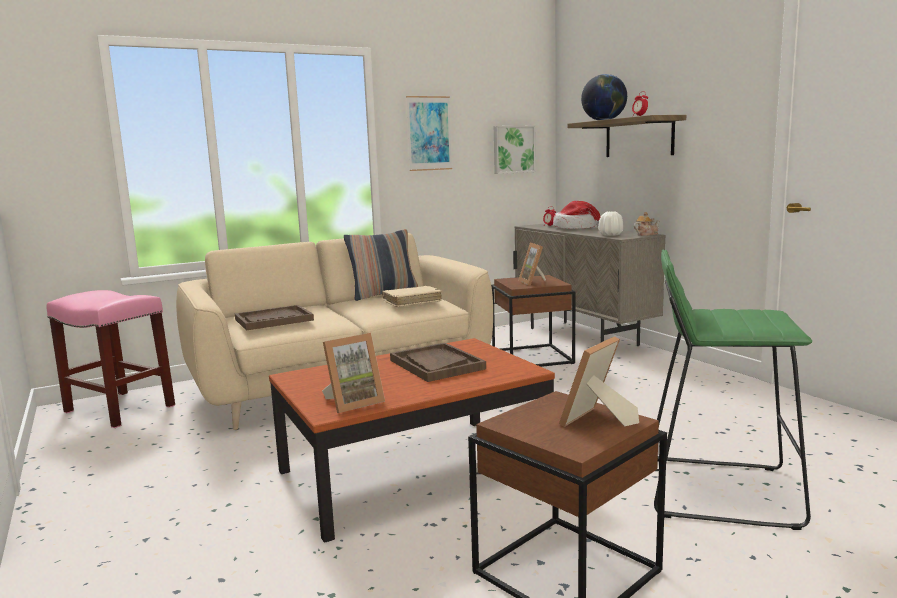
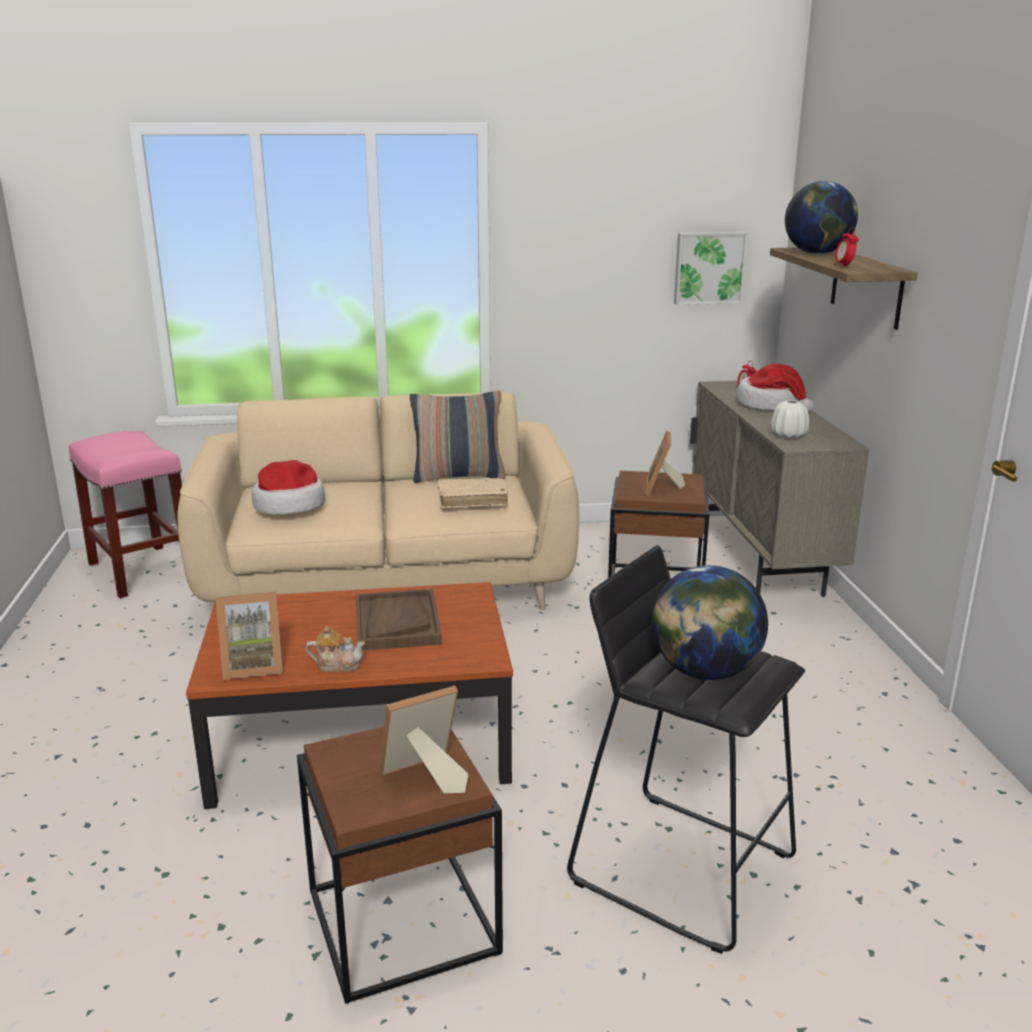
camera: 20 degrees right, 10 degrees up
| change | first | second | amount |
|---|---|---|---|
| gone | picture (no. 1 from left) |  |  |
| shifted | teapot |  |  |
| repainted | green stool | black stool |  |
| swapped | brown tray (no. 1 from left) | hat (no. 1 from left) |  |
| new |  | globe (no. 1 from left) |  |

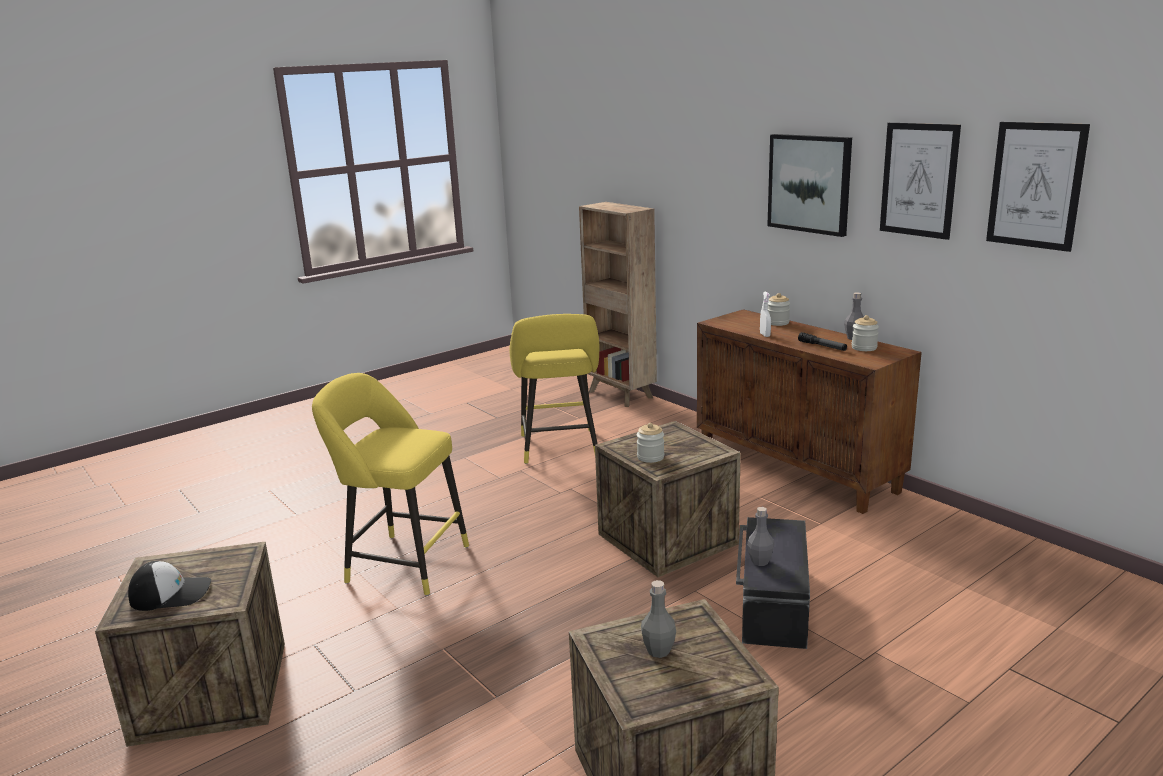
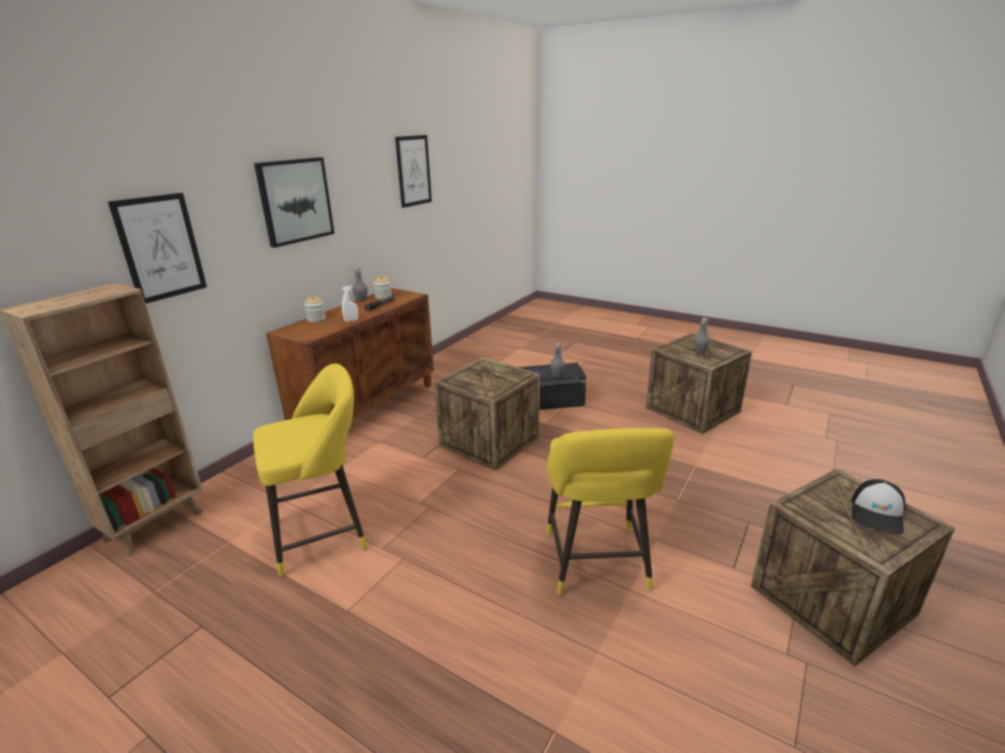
camera: 110 degrees left, 5 degrees up
| change | first | second | amount |
|---|---|---|---|
| shifted | picture (no. 2 from left in the first image) | picture (no. 1 from left) |  |
| gone | jar (no. 1 from left) |  |  |
| rotated | cap |  | 120 degrees counterclockwise |

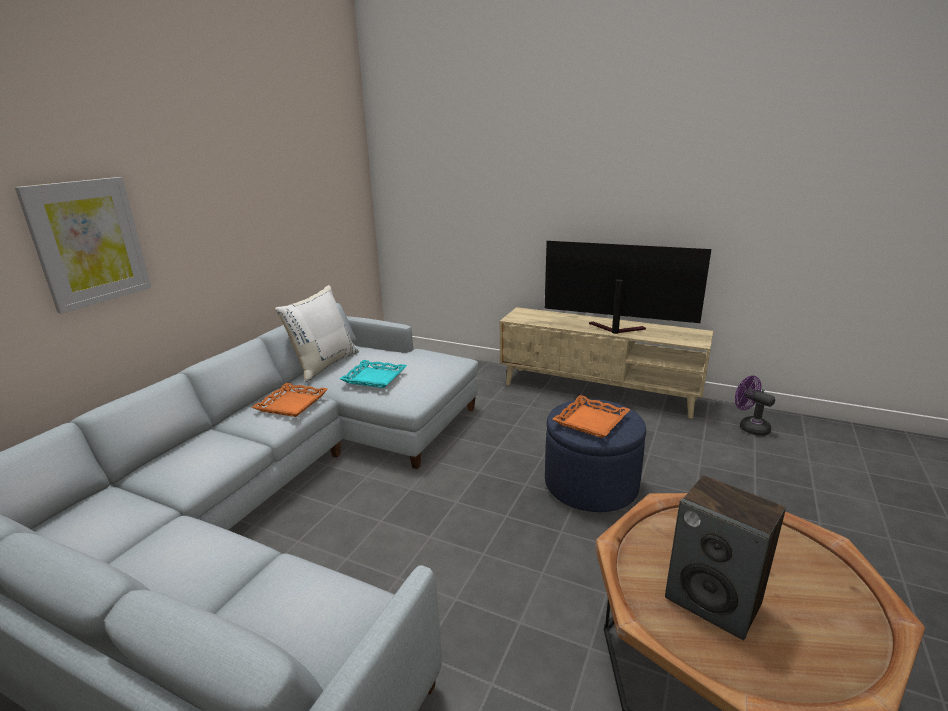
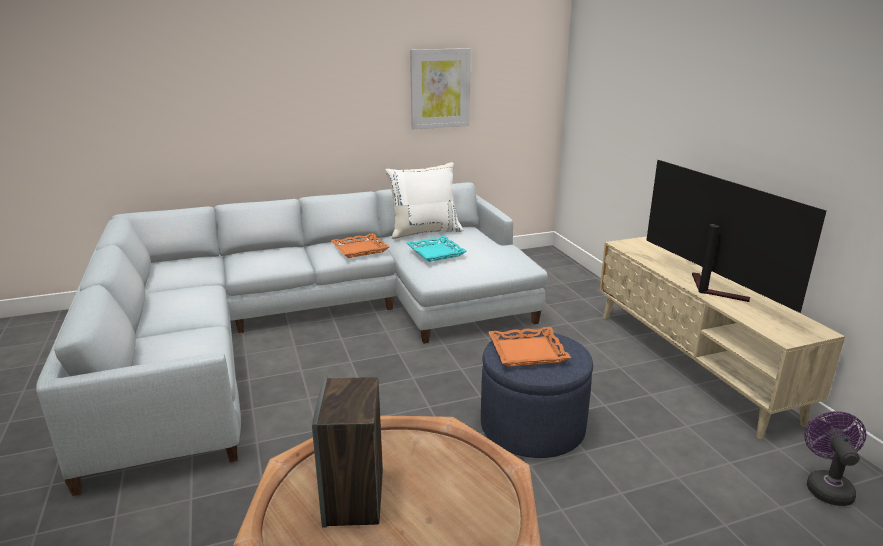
camera: 45 degrees right, 0 degrees up
| change | first | second | amount |
|---|---|---|---|
| shifted | picture |  |  |

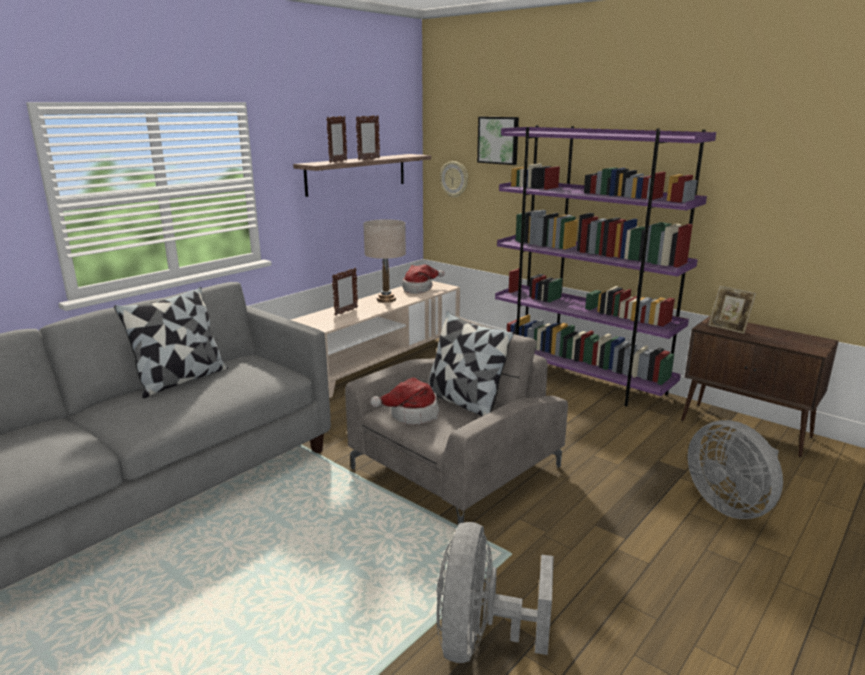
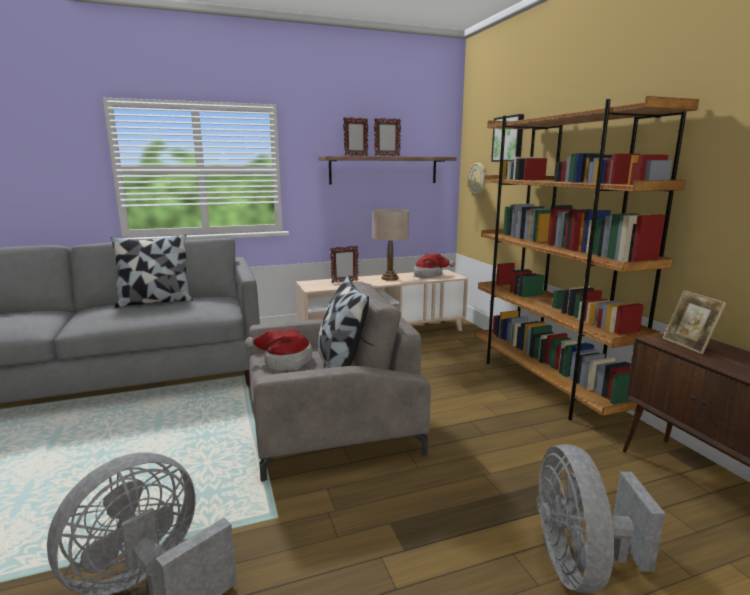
camera: 30 degrees right, 5 degrees down
| change | first | second | amount |
|---|---|---|---|
| repainted | purple bookcase | brown bookcase |  |

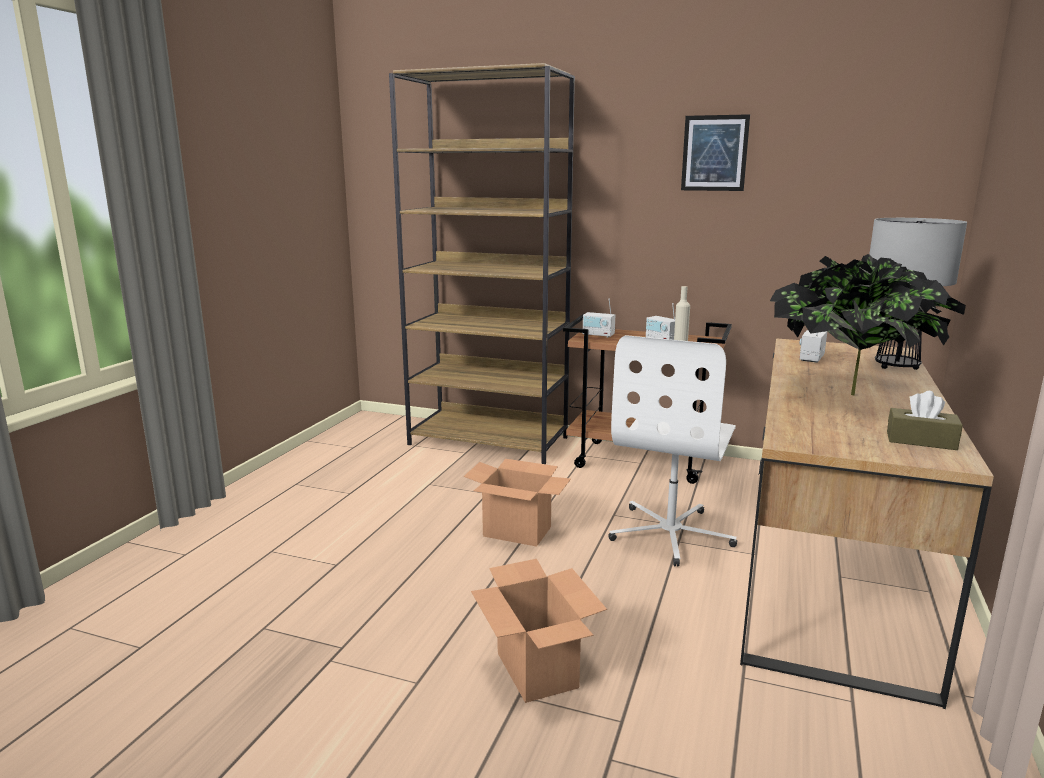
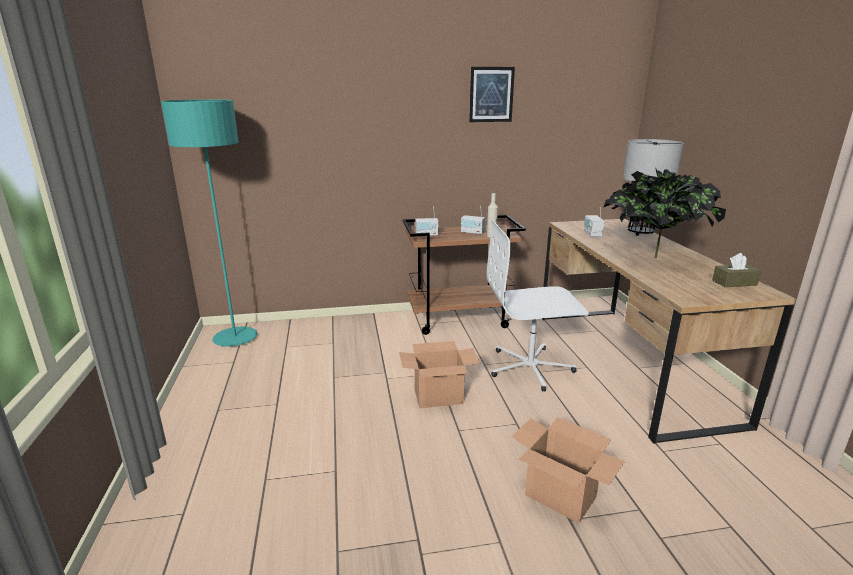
camera: 30 degrees left, 5 degrees up
| change | first | second | amount |
|---|---|---|---|
| gone | brown bookcase |  |  |
| rotated | white office chair |  | 90 degrees clockwise |
| new |  | turquoise floor lamp |  |

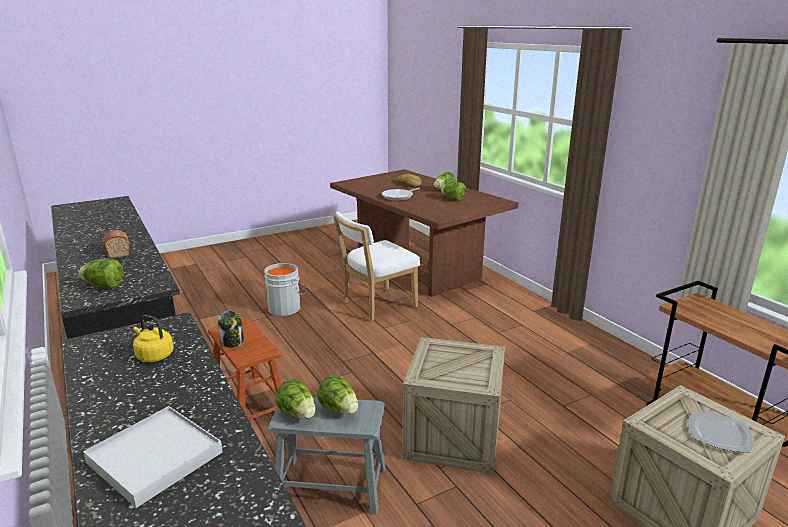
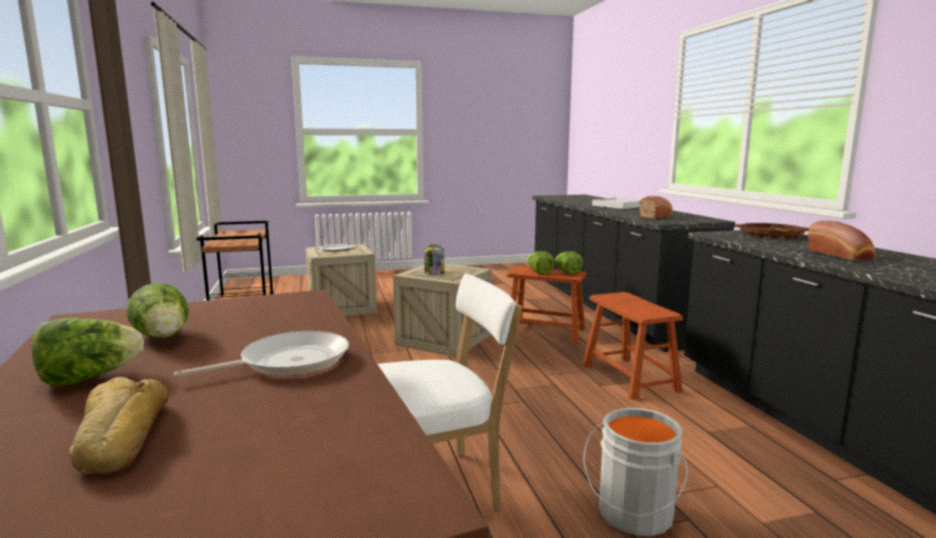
camera: 165 degrees left, 10 degrees down
| change | first | second | amount |
|---|---|---|---|
| swapped | lettuce (no. 1 from left) | brown tray |  |
| shifted | jar |  |  |
| swapped | yellow kettle | bread (no. 2 from left) |  |
| repainted | grey stool | brown stool (no. 1 from left) |  |

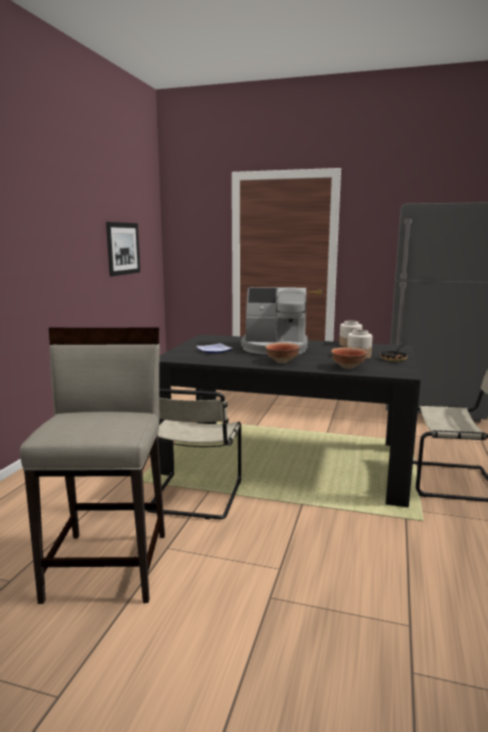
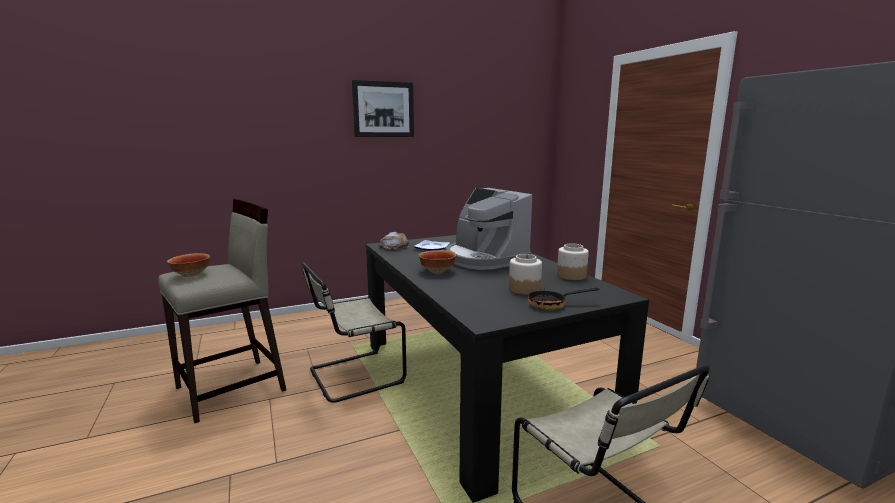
camera: 50 degrees right, 0 degrees up
| change | first | second | amount |
|---|---|---|---|
| shifted | picture |  |  |
| shifted | bowl (no. 2 from left in the first image) | bowl (no. 1 from left) |  |
| new |  | bread |  |

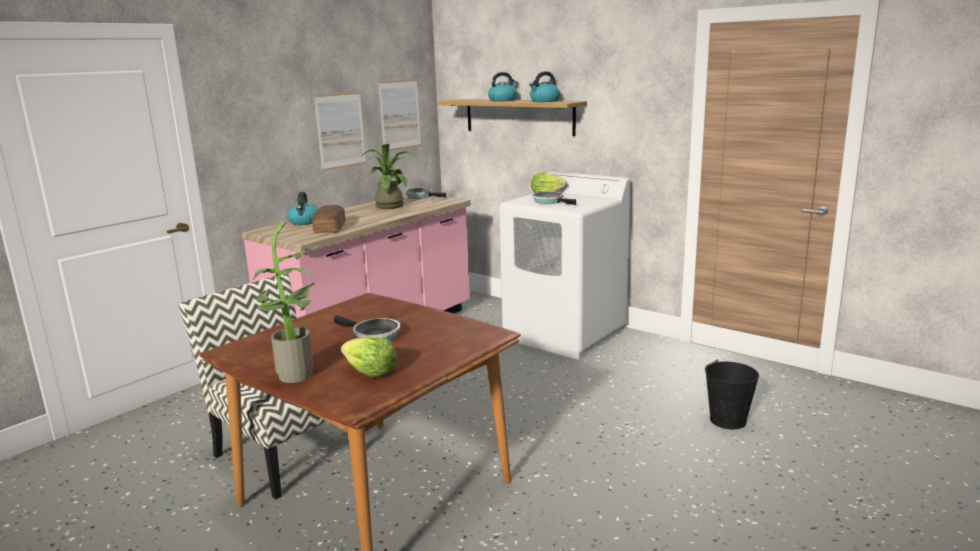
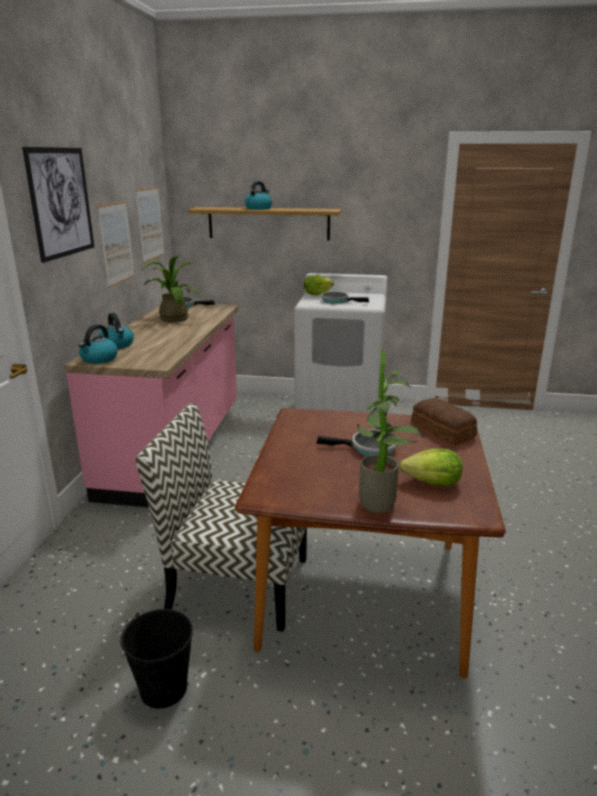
camera: 30 degrees left, 5 degrees up
| change | first | second | amount |
|---|---|---|---|
| shifted | kettle (no. 3 from left in the first image) | kettle (no. 1 from left) |  |
| shifted | bread |  |  |
| shifted | black bucket |  |  |
| new |  | picture (no. 1 from left) |  |

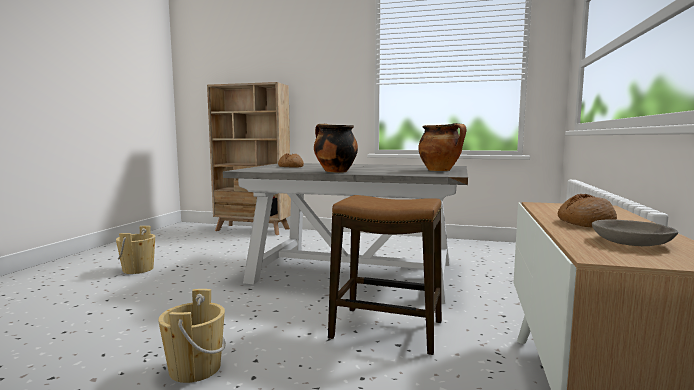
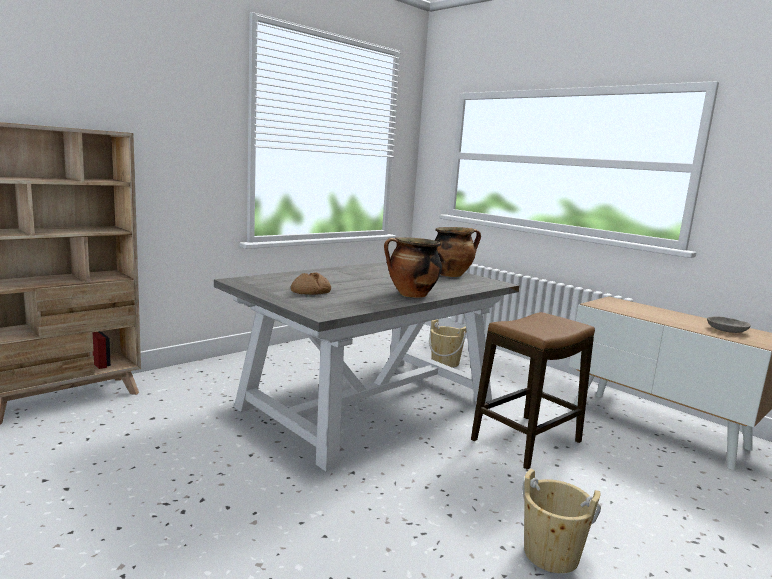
camera: 60 degrees left, 5 degrees up
| change | first | second | amount |
|---|---|---|---|
| gone | bread (no. 2 from left) |  |  |
| shifted | beige bucket (no. 1 from left) |  |  |

